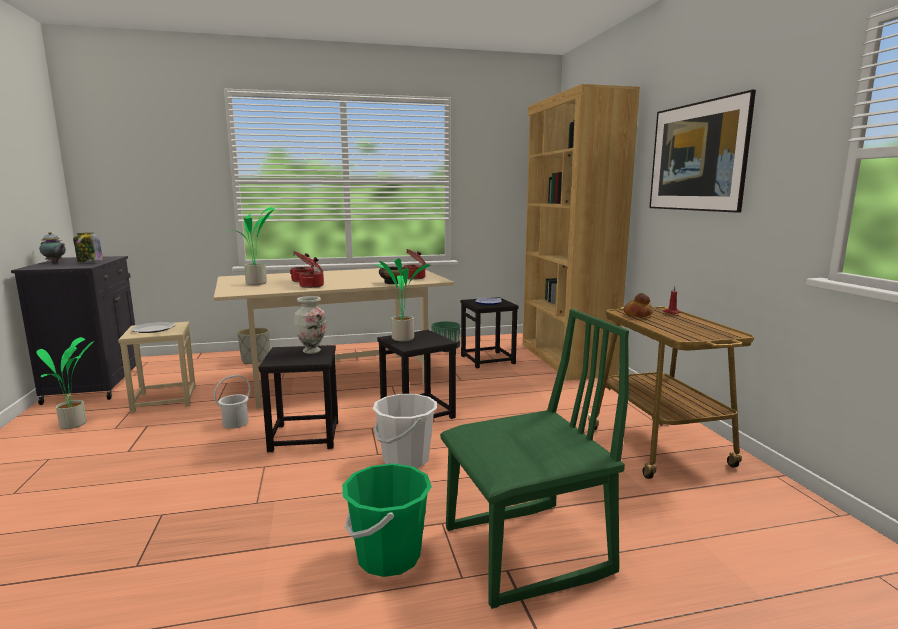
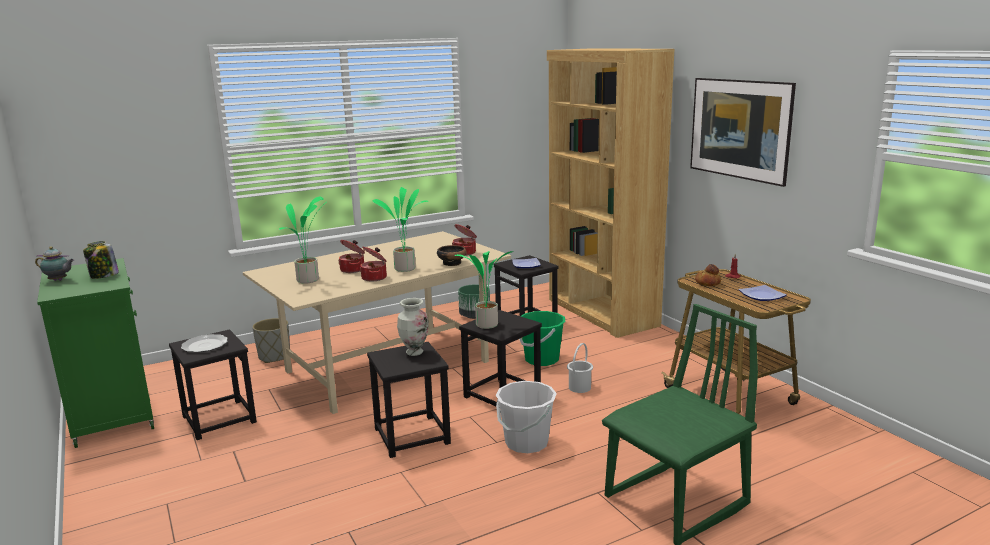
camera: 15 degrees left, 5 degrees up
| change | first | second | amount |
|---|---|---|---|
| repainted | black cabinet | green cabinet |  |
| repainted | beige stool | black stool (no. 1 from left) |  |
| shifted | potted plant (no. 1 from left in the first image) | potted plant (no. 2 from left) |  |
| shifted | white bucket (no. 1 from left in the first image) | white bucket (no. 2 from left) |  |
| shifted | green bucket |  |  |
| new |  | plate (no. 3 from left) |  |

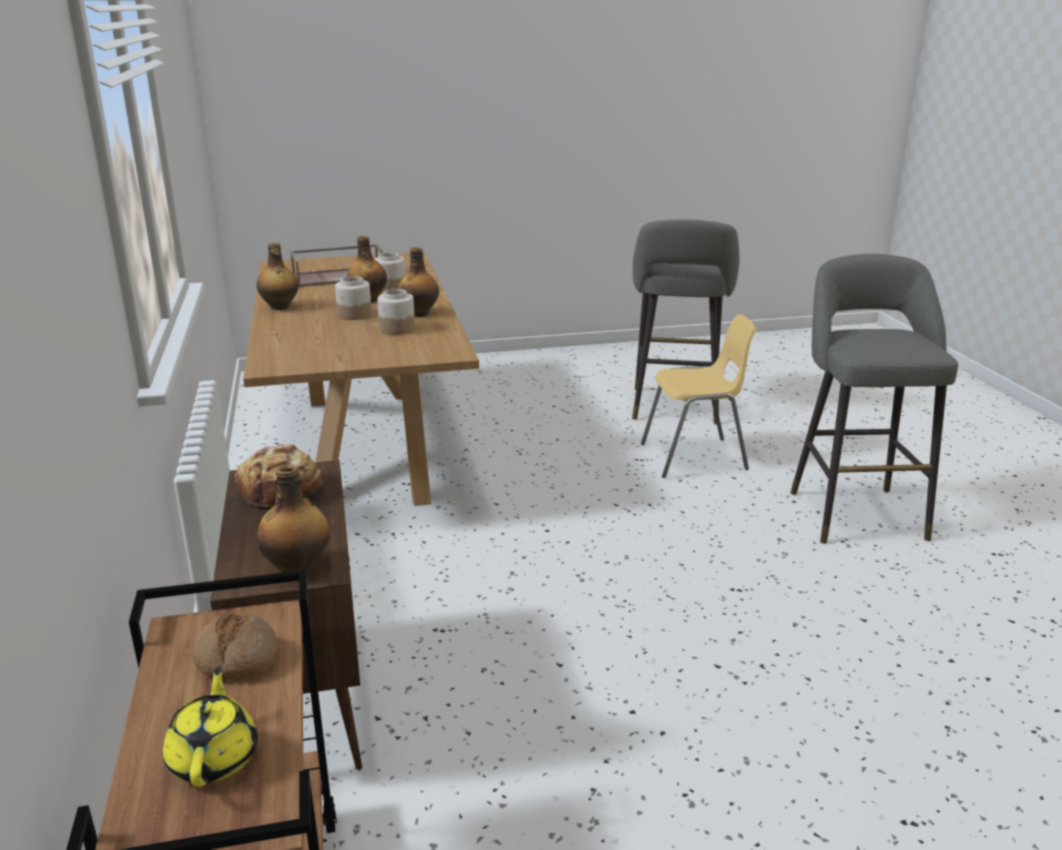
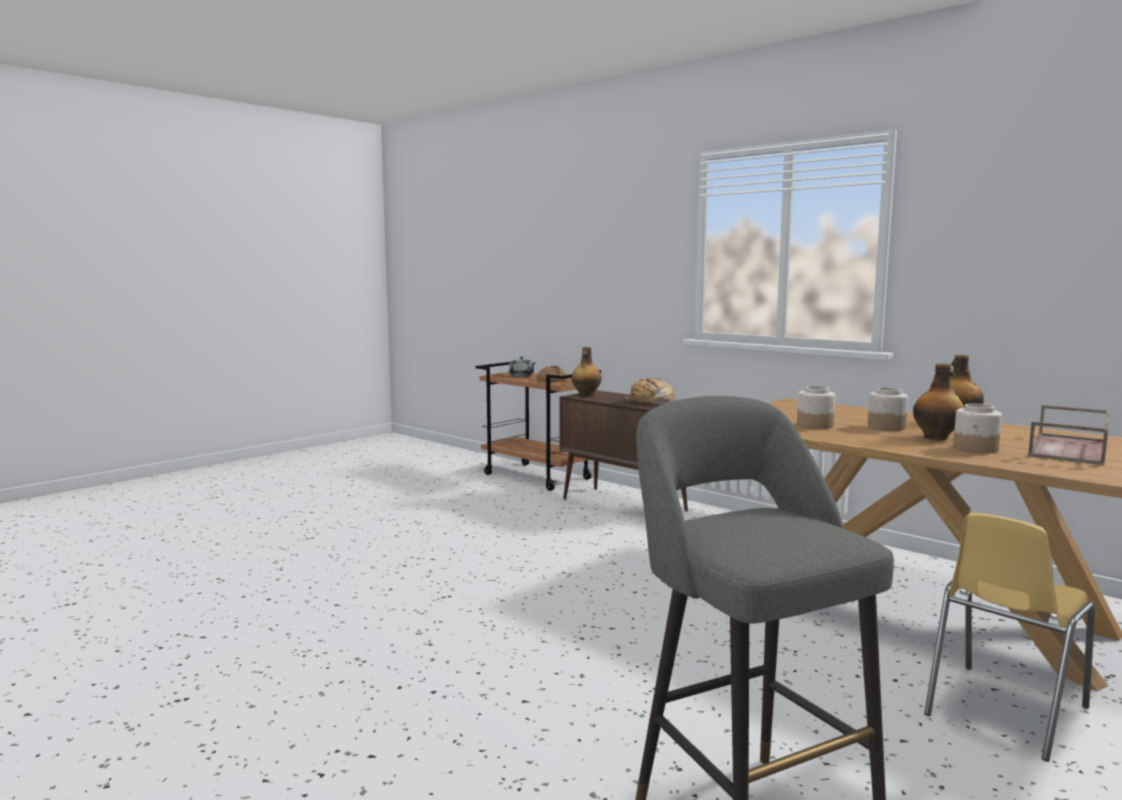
camera: 145 degrees right, 15 degrees down
| change | first | second | amount |
|---|---|---|---|
| gone | bottle (no. 4 from left) |  |  |
| gone | grey stool (no. 2 from left) |  |  |
| shifted | yellow chair |  |  |
| repainted | yellow teapot | grey teapot |  |

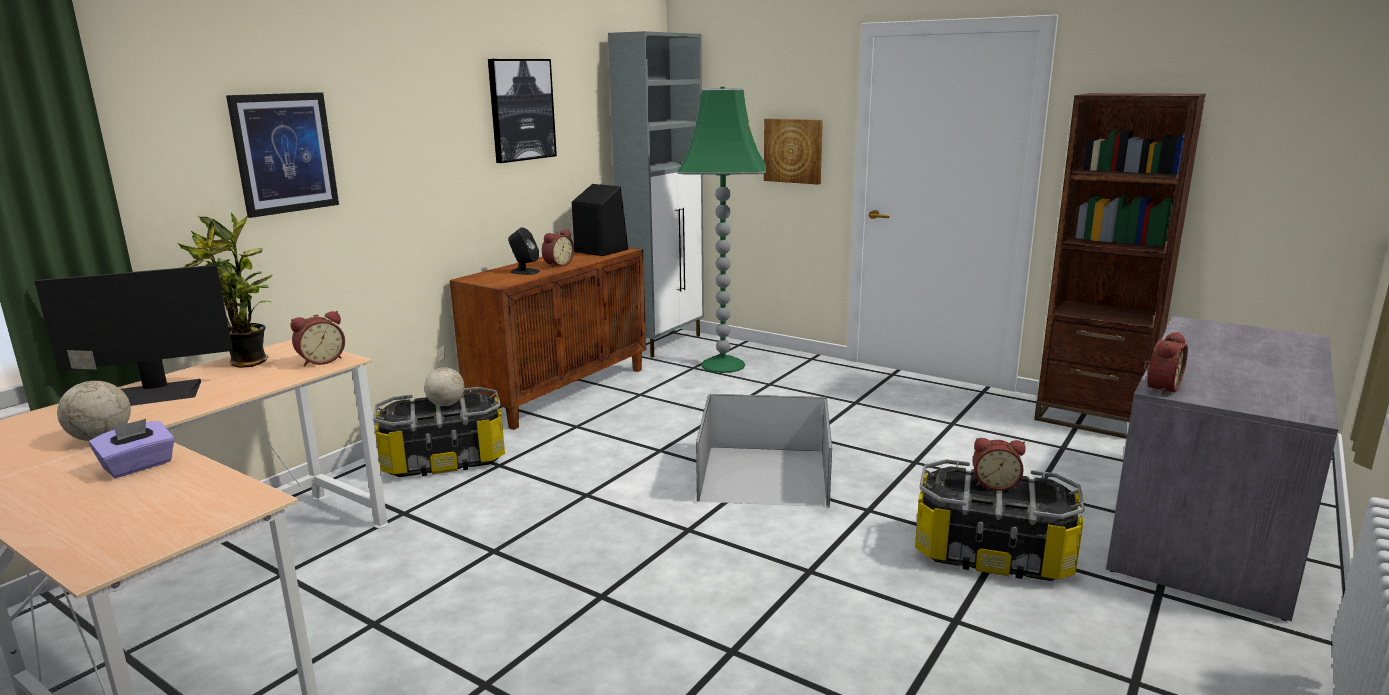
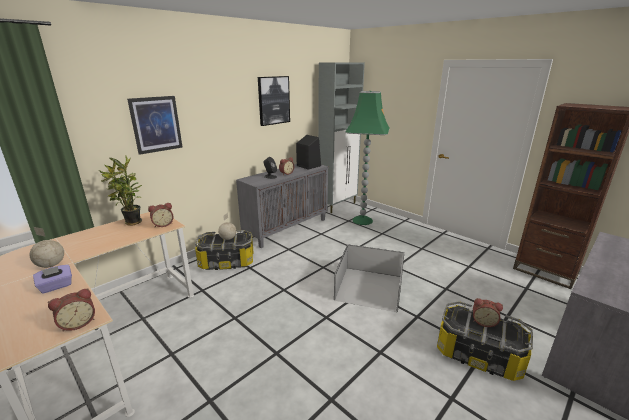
camera: 10 degrees right, 5 degrees up
| change | first | second | amount |
|---|---|---|---|
| gone | picture (no. 3 from left) |  |  |
| repainted | brown cabinet | grey cabinet (no. 1 from left) |  |
| gone | monitor |  |  |
| shifted | alarm clock (no. 4 from left in the first image) | alarm clock (no. 1 from left) |  |

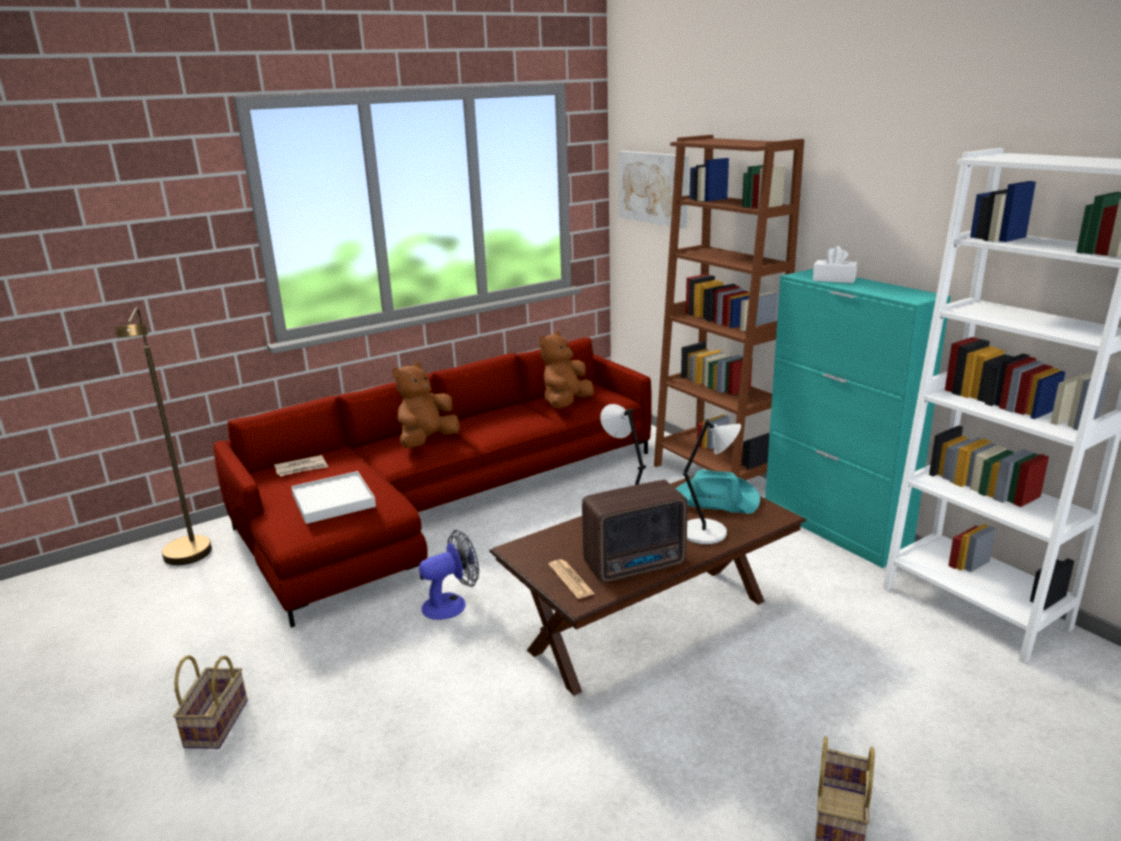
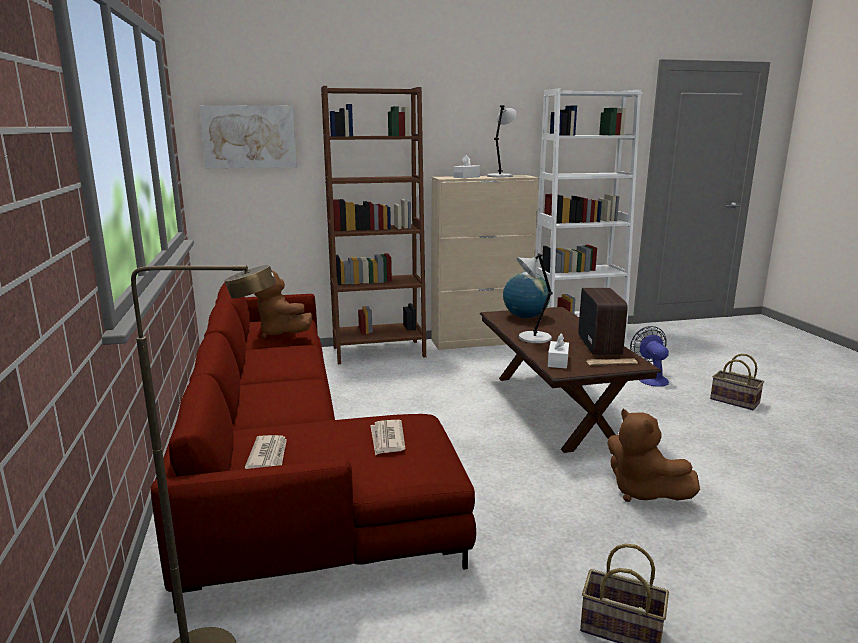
camera: 70 degrees left, 5 degrees down
| change | first | second | amount |
|---|---|---|---|
| repainted | turquoise cabinet | beige cabinet |  |
| shifted | brown plush toy (no. 1 from left in the first image) | brown plush toy (no. 2 from left) |  |
| shifted | grey table lamp (no. 2 from left in the first image) | grey table lamp (no. 1 from left) |  |
| swapped | turquoise hat | globe |  |
| swapped | white tray | newspaper (no. 2 from left) |  |
| shifted | fan |  |  |
| new |  | white tissue box (no. 2 from left) |  |

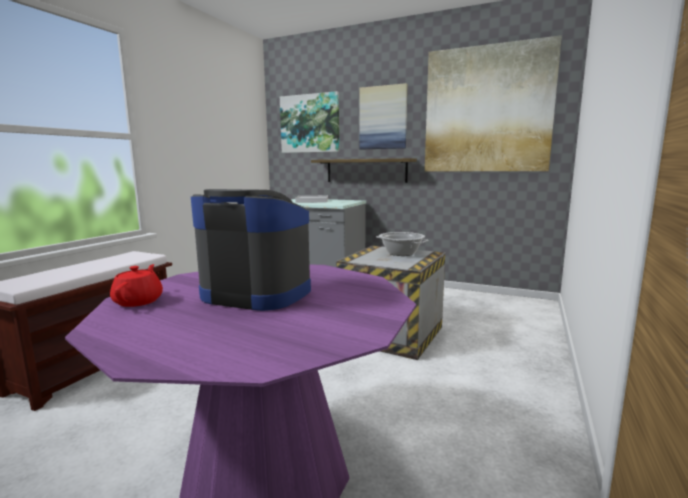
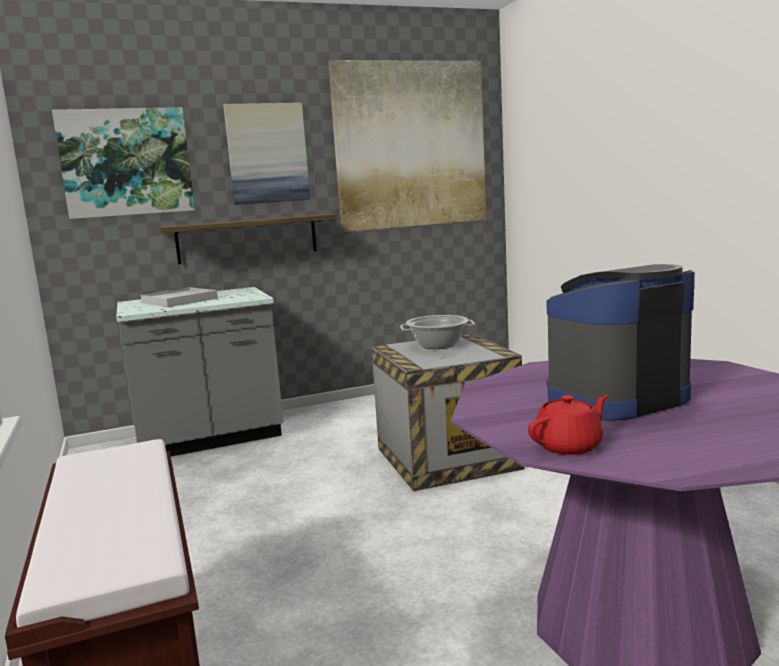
camera: 45 degrees left, 0 degrees up
| change | first | second | amount |
|---|---|---|---|
| rotated | red teapot |  | 105 degrees clockwise |

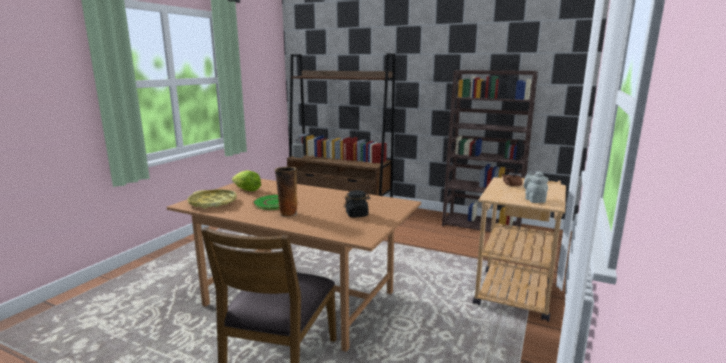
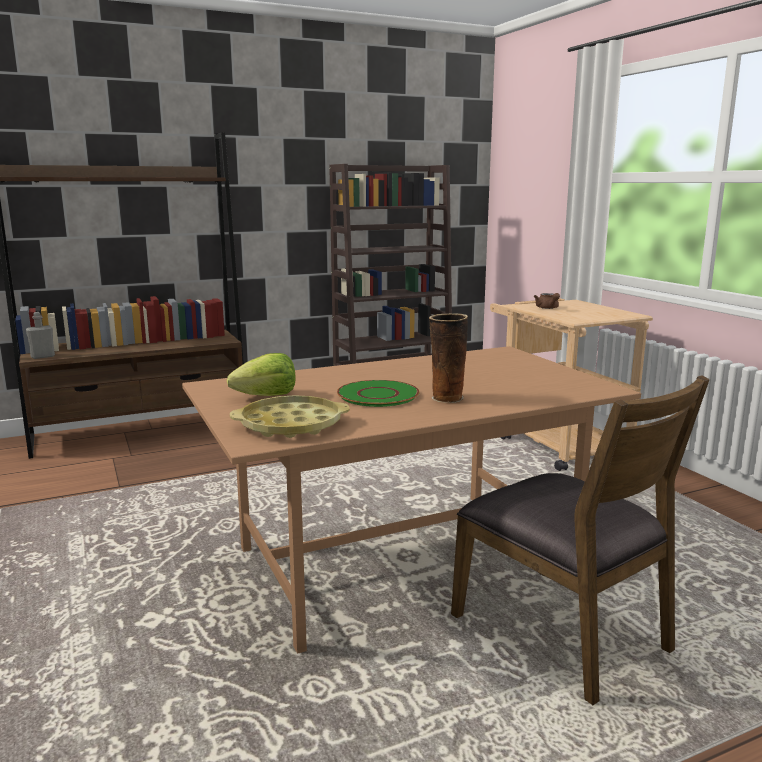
camera: 50 degrees left, 0 degrees up
| change | first | second | amount |
|---|---|---|---|
| gone | grey teapot |  |  |
| gone | black jar |  |  |

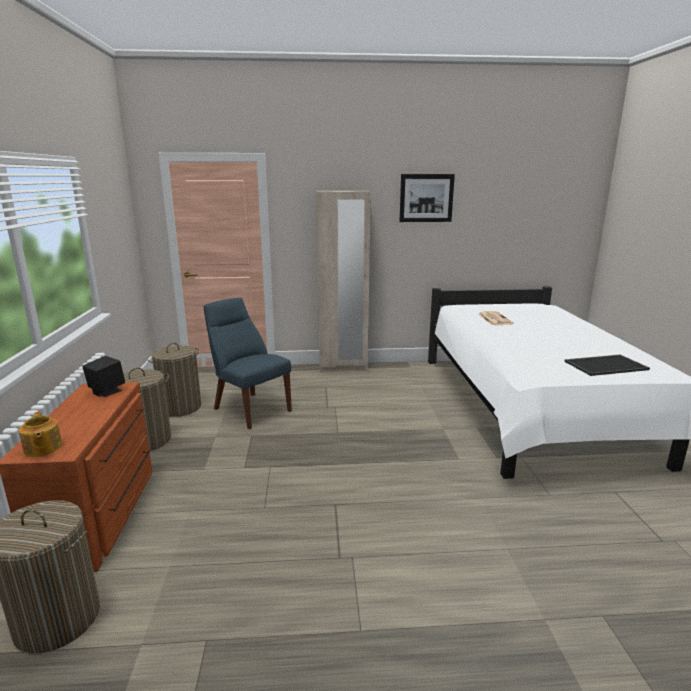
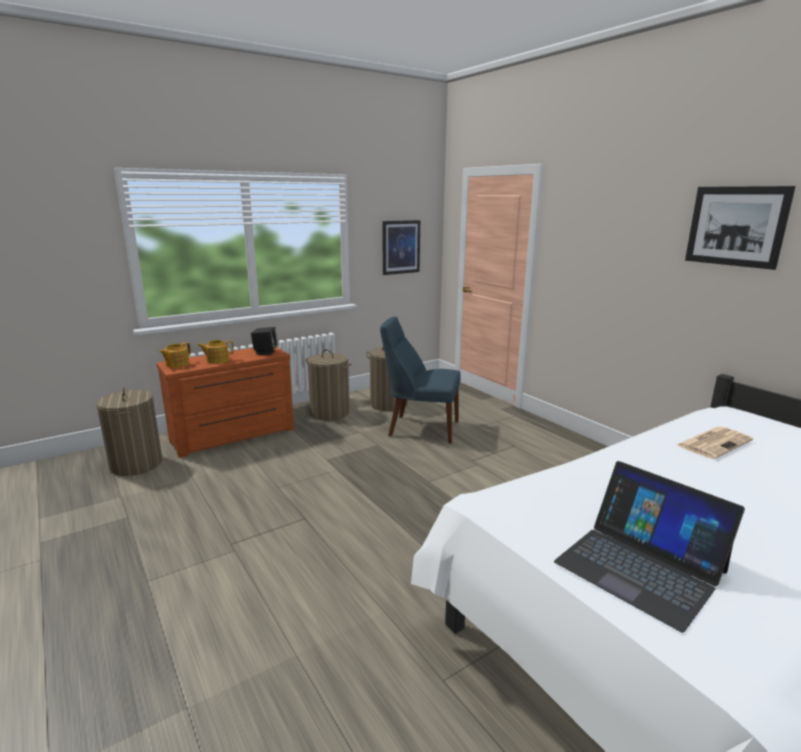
camera: 60 degrees right, 0 degrees up
| change | first | second | amount |
|---|---|---|---|
| gone | beige wardrobe |  |  |
| rotated | blue chair |  | 90 degrees counterclockwise |
| swapped | tray | laptop |  |
| new |  | picture (no. 1 from left) |  |
| new |  | teapot (no. 2 from left) |  |

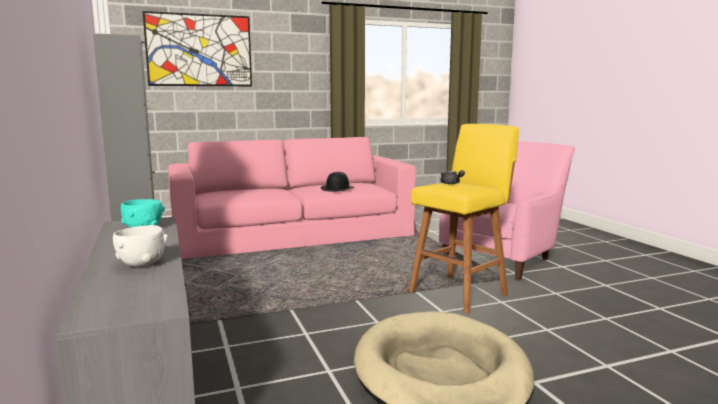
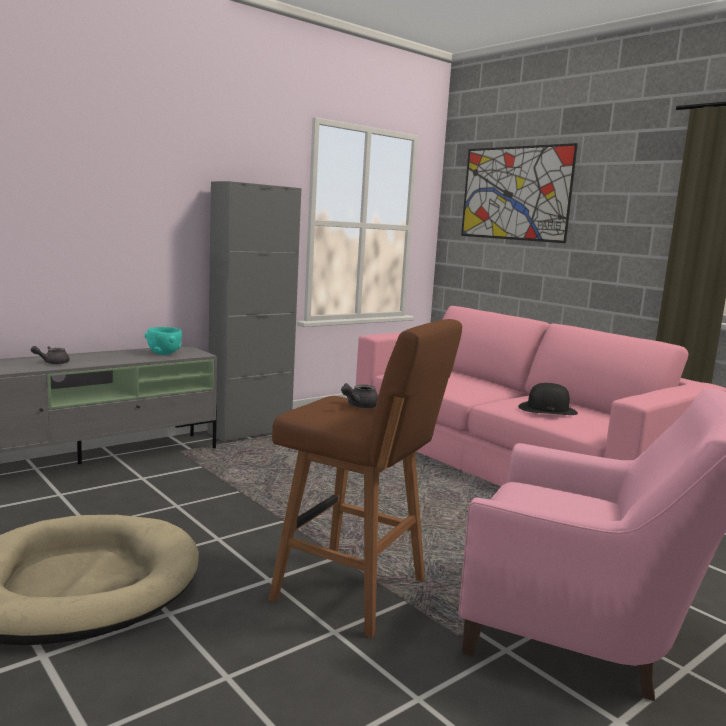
camera: 70 degrees right, 0 degrees up
| change | first | second | amount |
|---|---|---|---|
| repainted | yellow stool | brown stool |  |
| swapped | white bowl | grey teapot (no. 1 from left) |  |

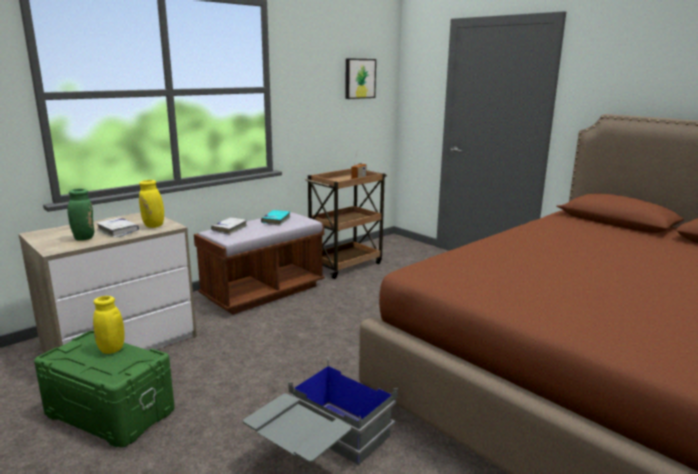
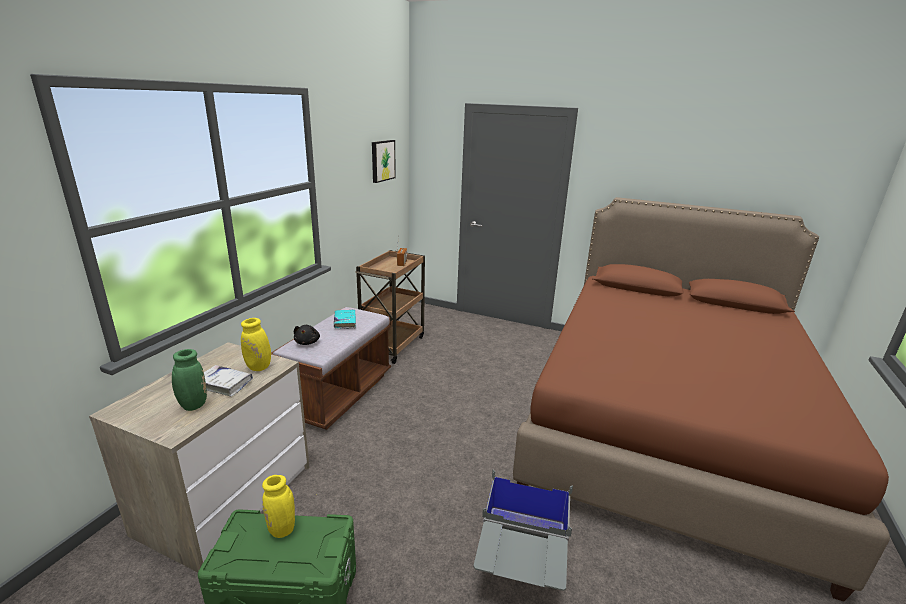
camera: 25 degrees left, 5 degrees up
| change | first | second | amount |
|---|---|---|---|
| swapped | white book (no. 2 from left) | black plush toy |  |

